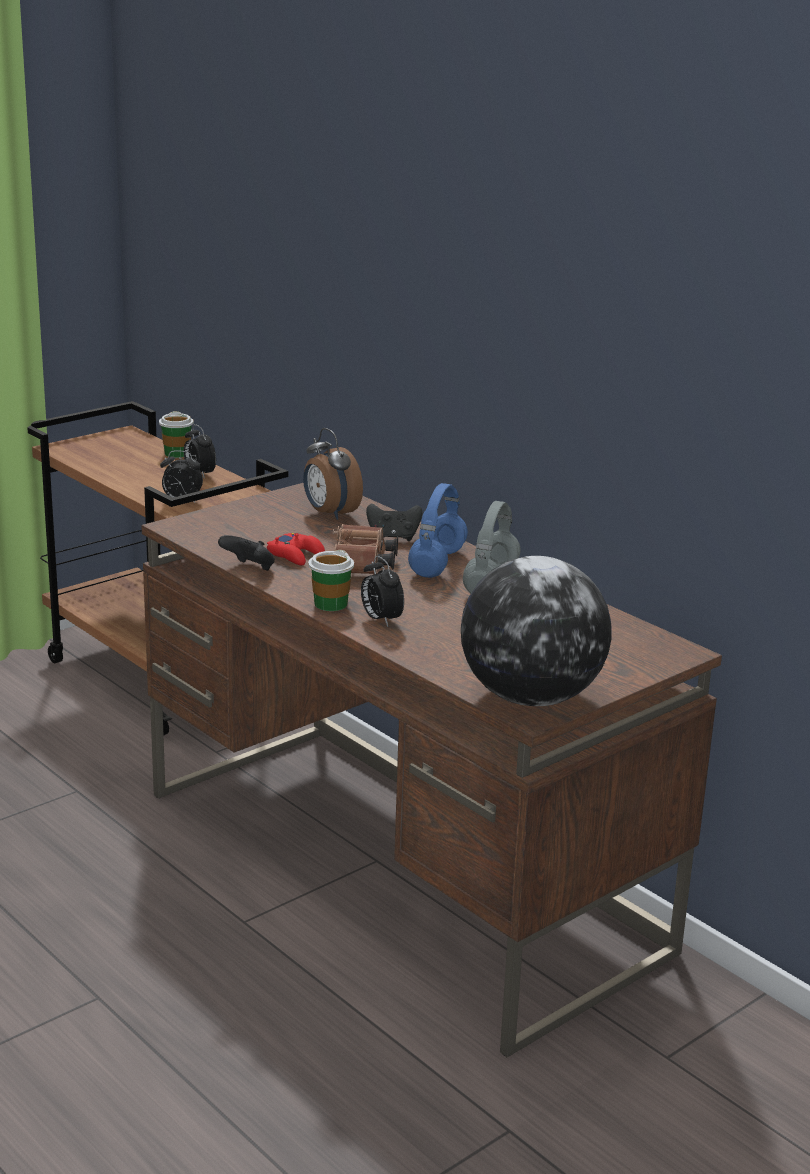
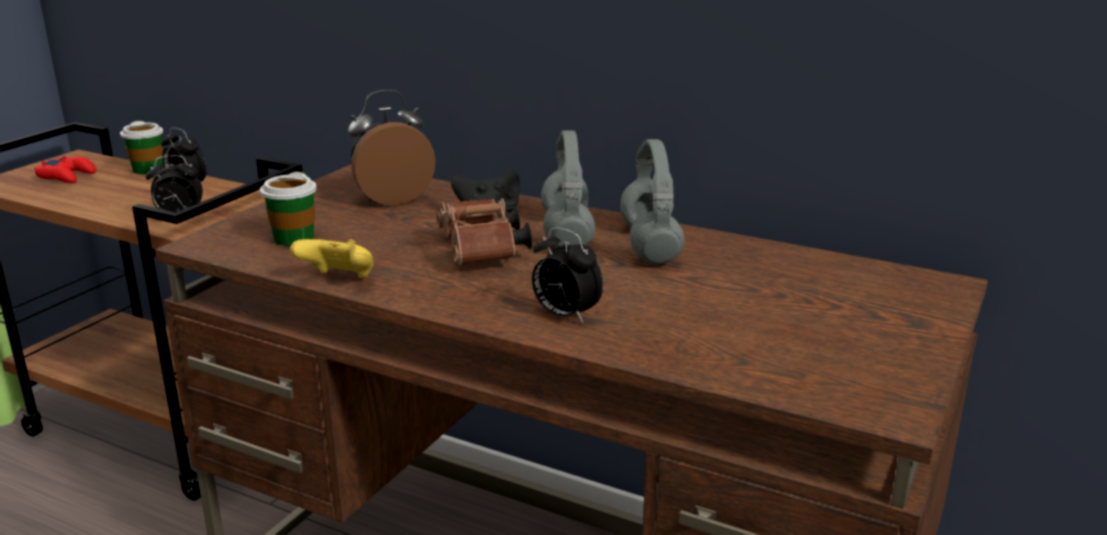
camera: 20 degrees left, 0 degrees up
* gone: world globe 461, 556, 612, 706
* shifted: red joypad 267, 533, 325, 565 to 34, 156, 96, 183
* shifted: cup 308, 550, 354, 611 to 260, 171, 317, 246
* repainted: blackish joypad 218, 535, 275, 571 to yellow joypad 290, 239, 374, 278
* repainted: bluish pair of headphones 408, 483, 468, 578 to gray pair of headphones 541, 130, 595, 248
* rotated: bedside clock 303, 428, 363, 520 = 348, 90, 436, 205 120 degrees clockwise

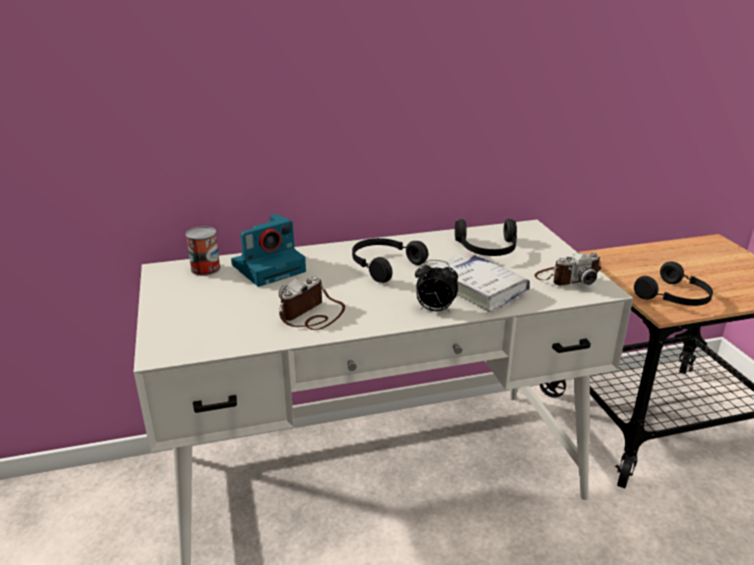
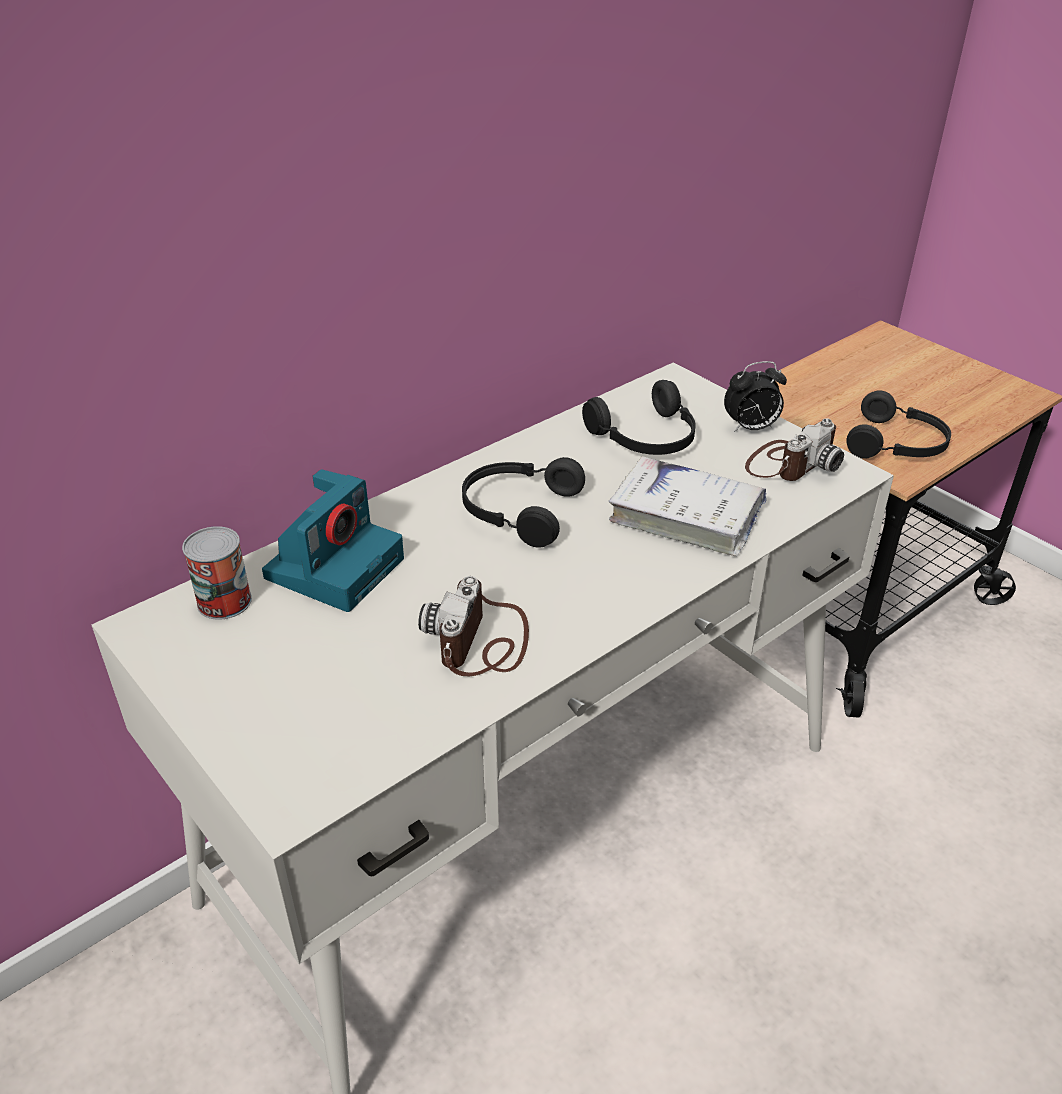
camera: 25 degrees left, 10 degrees up
* shifted: bedside clock 415, 260, 458, 313 to 724, 361, 787, 432

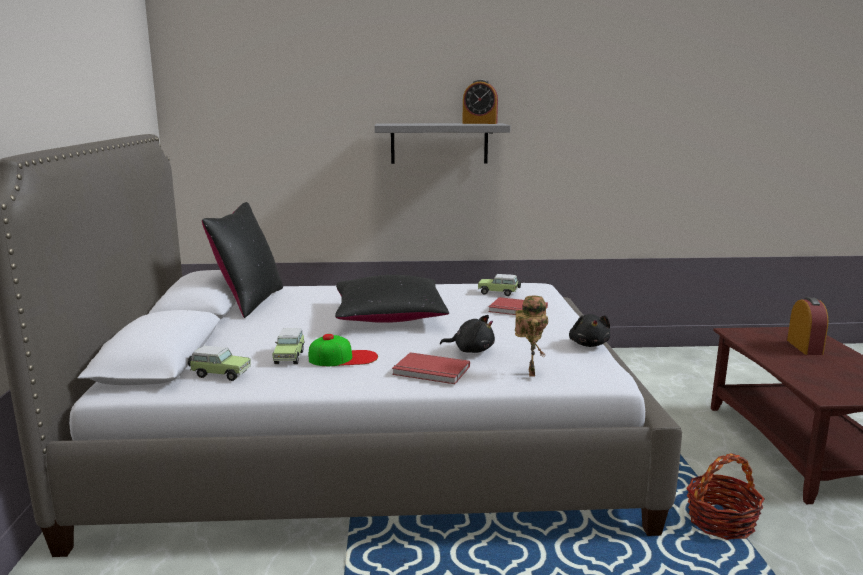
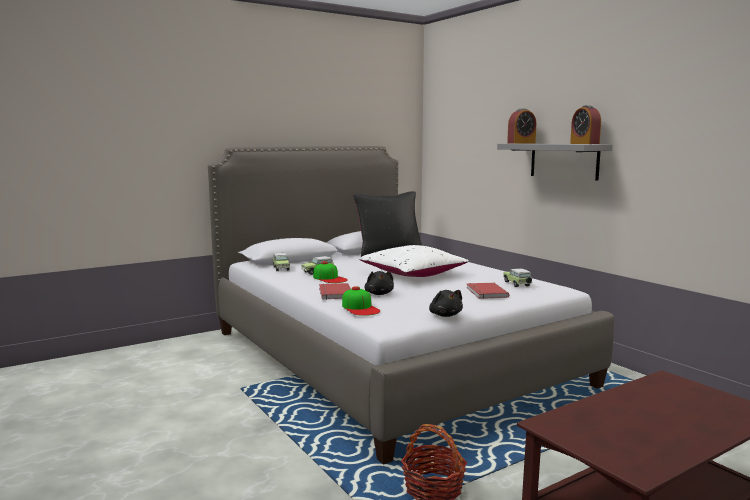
camera: 60 degrees right, 5 degrees down
* shifted: bedside clock 787, 297, 828, 355 to 507, 108, 536, 144
* swapped: toy robot 515, 296, 548, 377 to baseball cap 342, 286, 380, 316
* repainted: blackish throw pillow 335, 275, 449, 323 to white throw pillow 359, 245, 469, 277
* rotated: blackish soft toy 569, 314, 610, 347 = 429, 290, 463, 317 75 degrees counterclockwise

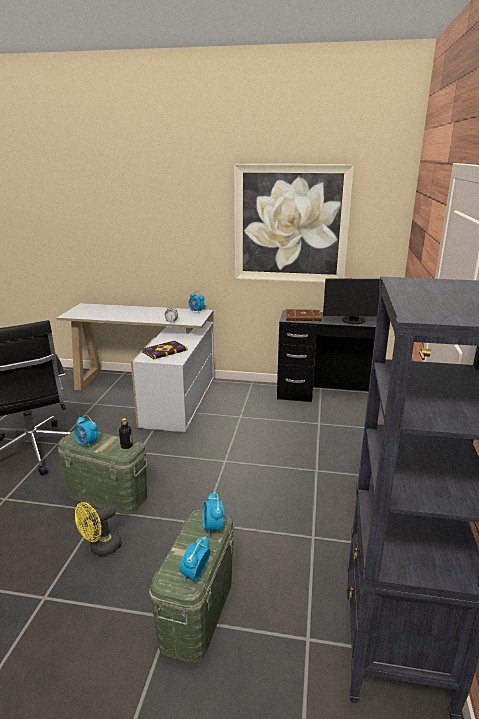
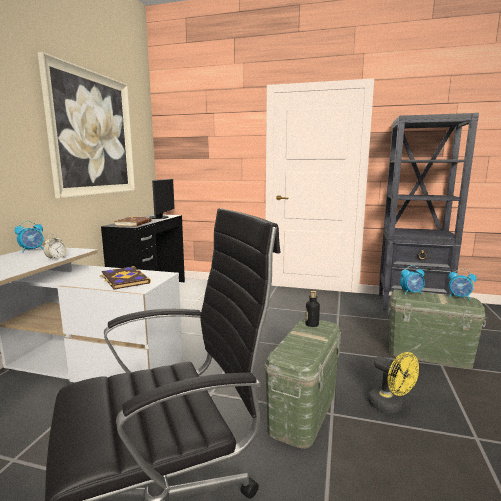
camera: 85 degrees left, 10 degrees down
* gone: bedside clock 74, 415, 98, 449

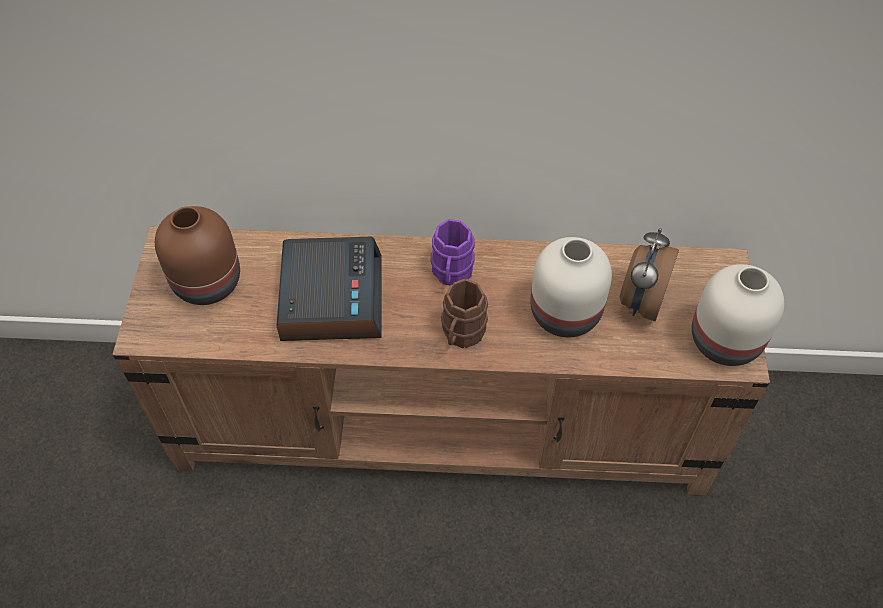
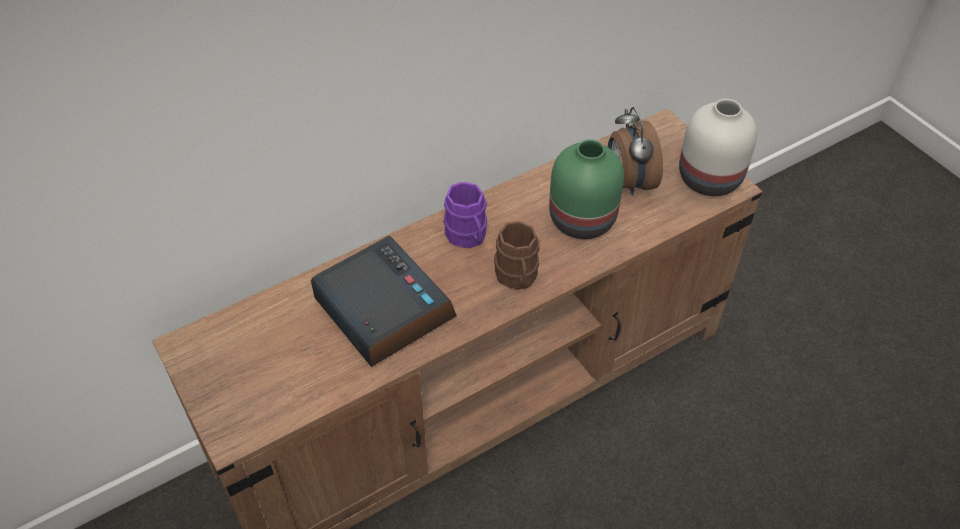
camera: 35 degrees left, 5 degrees down
* gone: brownish vase 155, 206, 240, 305
* repainted: white vase 530, 237, 612, 337 to greenish vase 549, 139, 624, 239

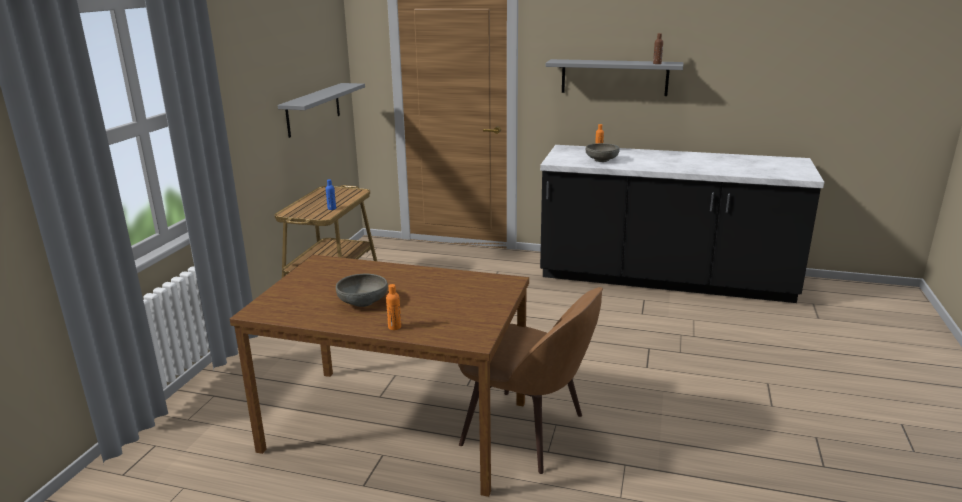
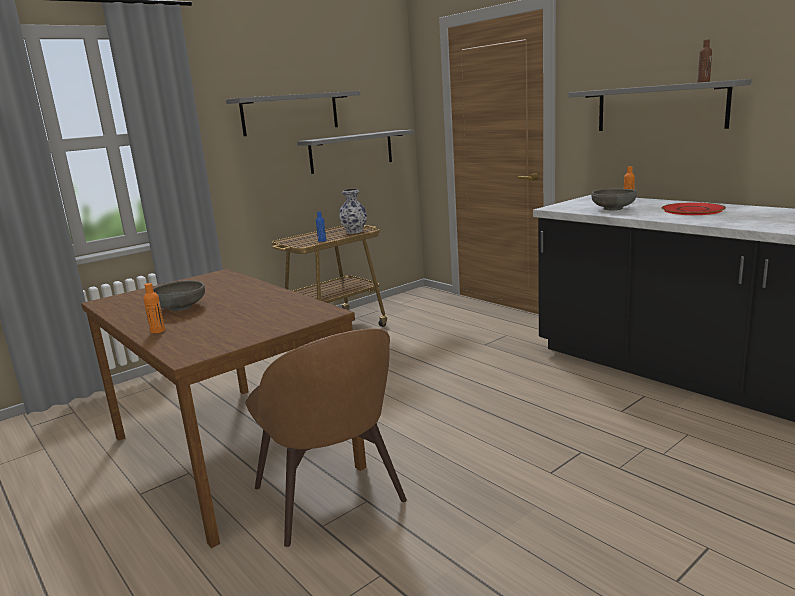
camera: 35 degrees right, 5 degrees down
* new: gray wall shelf 226, 91, 361, 136
* new: vase 339, 189, 367, 234
* new: red flat dish 662, 202, 726, 215

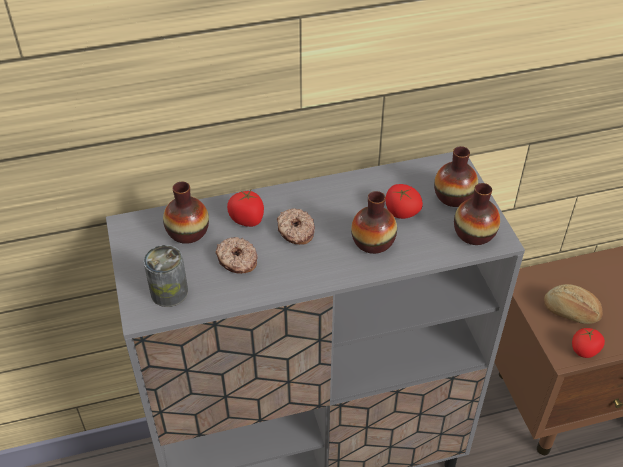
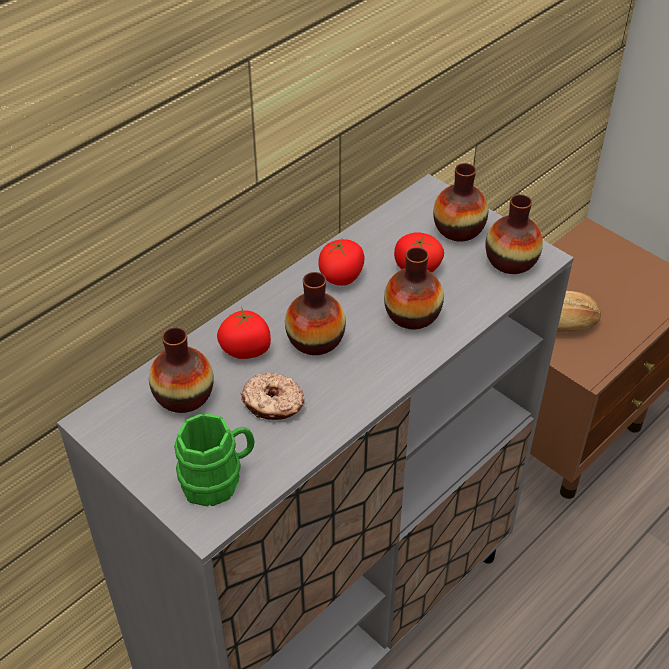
camera: 30 degrees left, 0 degrees up
* shifted: tomato 572, 328, 605, 358 to 318, 239, 364, 286
* swapped: metal can 144, 245, 188, 307 to greenish mug 174, 413, 254, 506
* swapped: donut 277, 208, 315, 245 to vase 285, 272, 346, 355

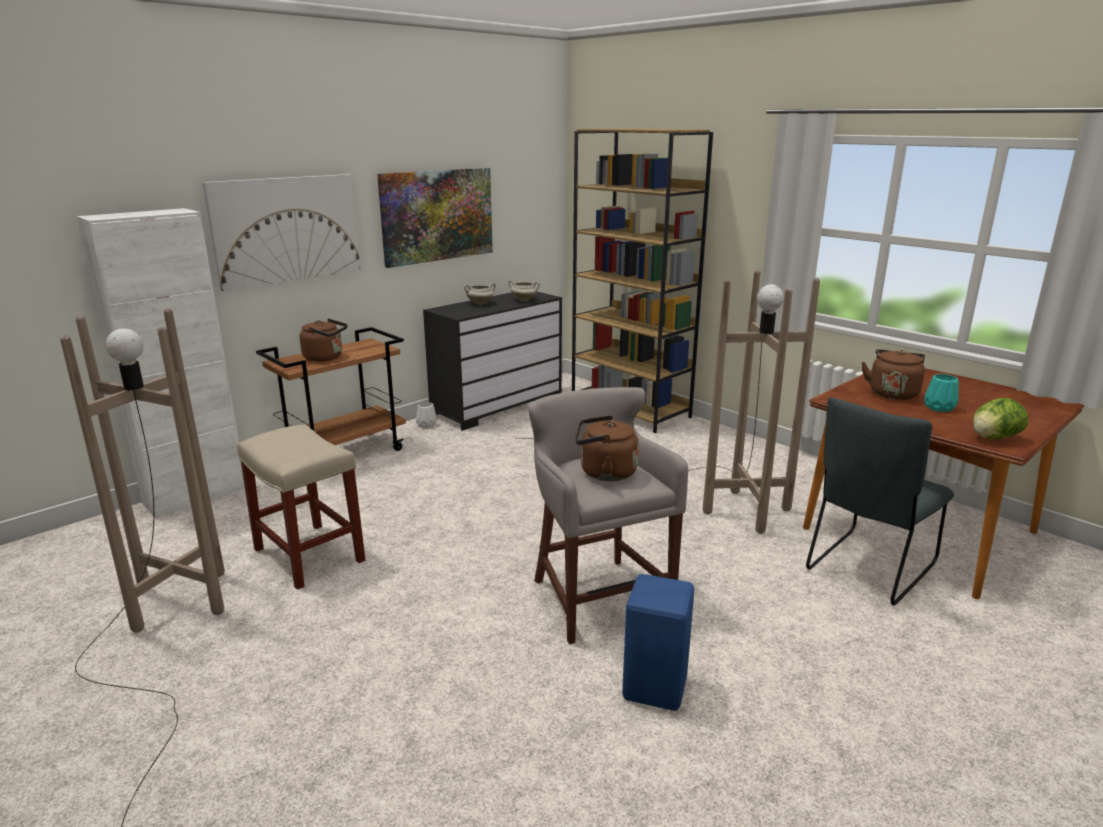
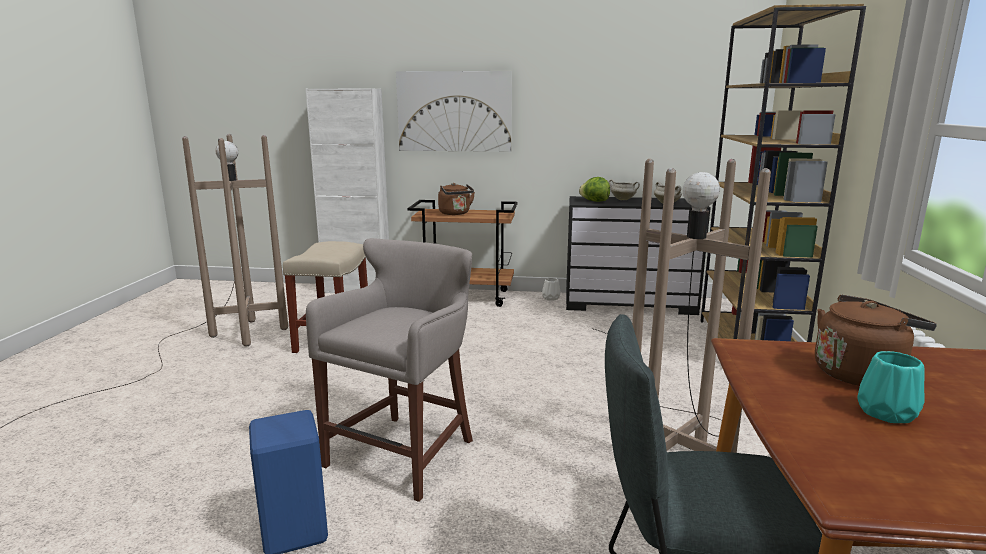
camera: 50 degrees right, 5 degrees down
* gone: picture 377, 168, 493, 268
* gone: brownish water kettle 575, 415, 639, 481
* shifted: lettuce 973, 398, 1028, 439 to 579, 177, 610, 202

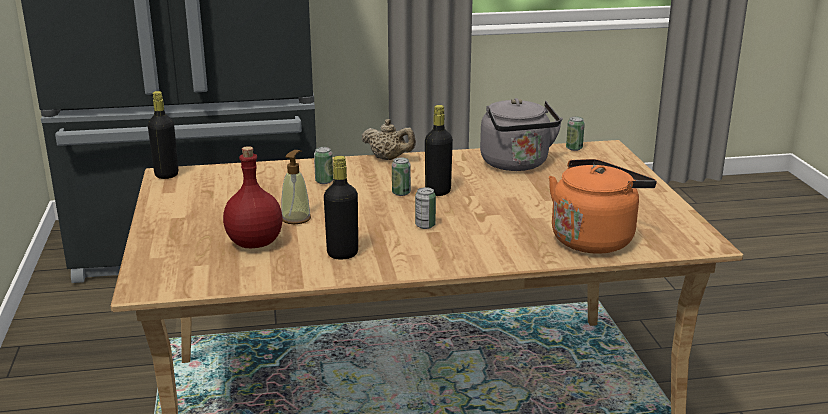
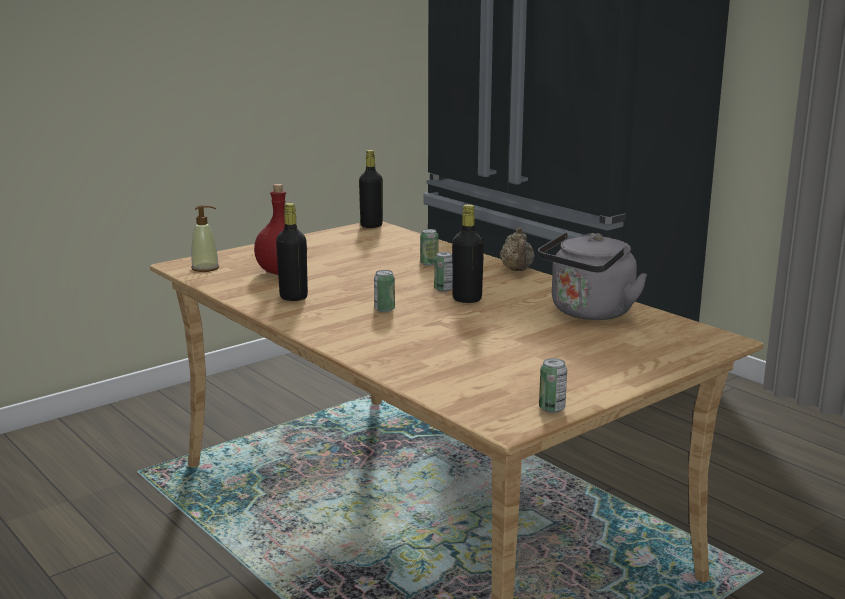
camera: 60 degrees right, 5 degrees down
* gone: orange water kettle 549, 159, 657, 254
* shifted: soap bottle 281, 150, 311, 224 to 191, 205, 219, 272
* shifted: metal can 566, 117, 585, 151 to 539, 358, 567, 413

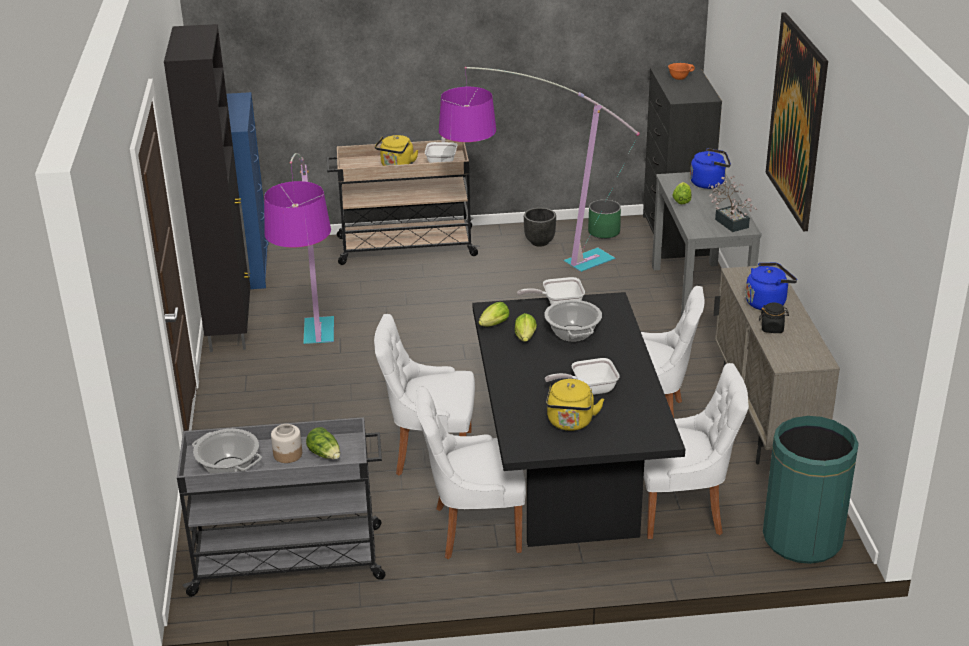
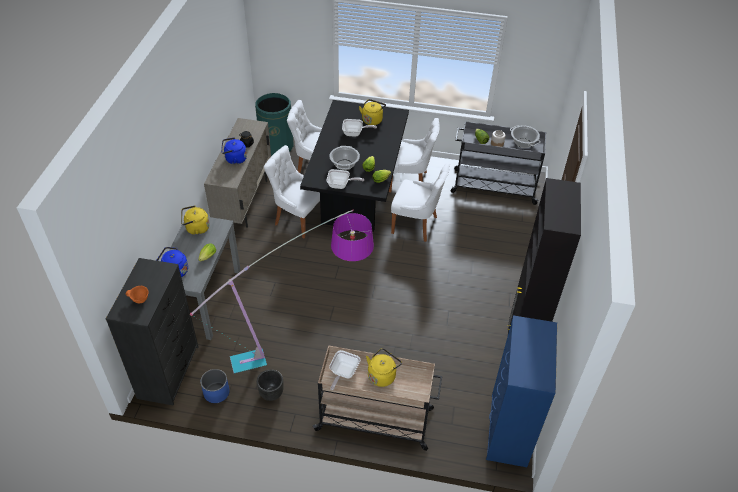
camera: 165 degrees left, 15 degrees up
* gone: standard lamp 264, 153, 334, 344
* gone: picture 766, 12, 828, 231
* swapped: houseplant 708, 176, 757, 232 to yellow water kettle 181, 205, 210, 235
* repainted: greenish flower pot 588, 200, 621, 239 to bluish flower pot 201, 369, 230, 403

